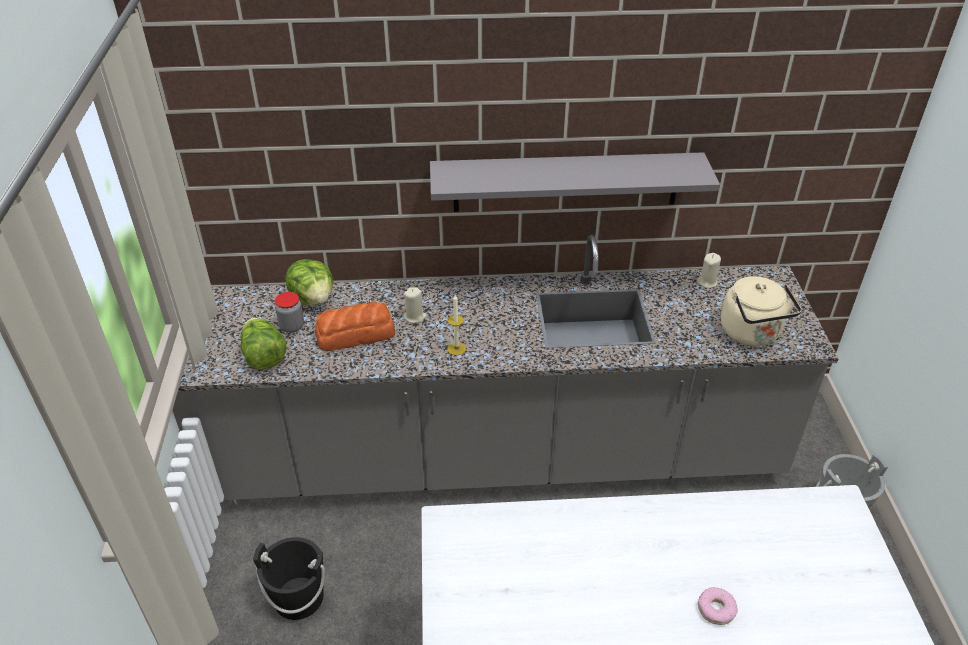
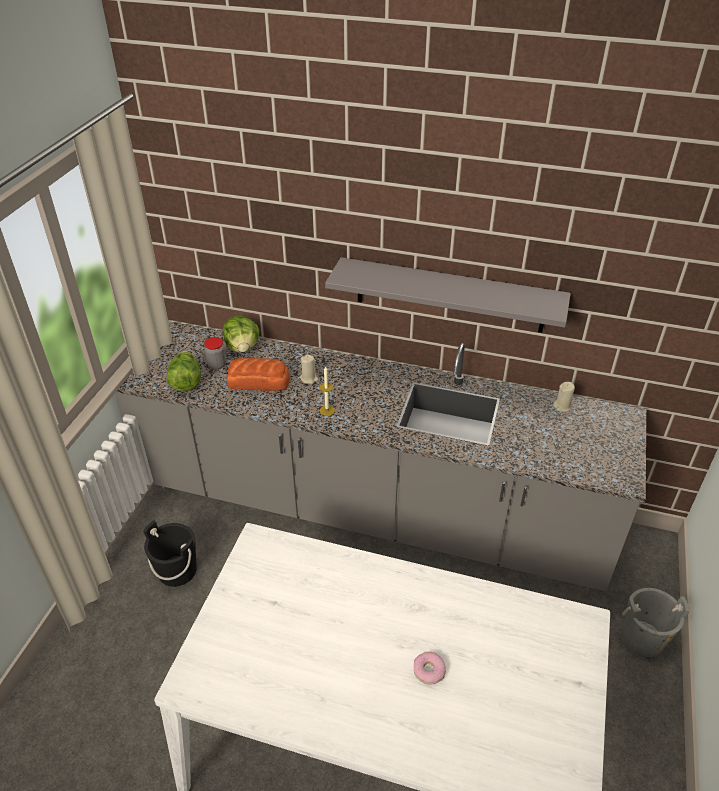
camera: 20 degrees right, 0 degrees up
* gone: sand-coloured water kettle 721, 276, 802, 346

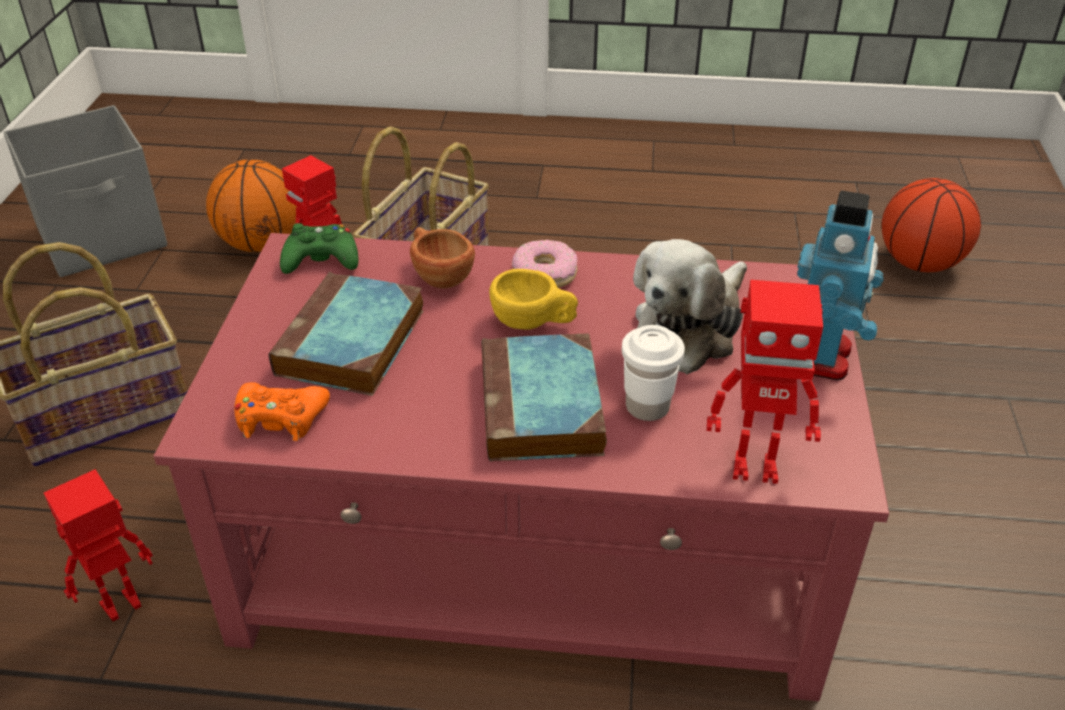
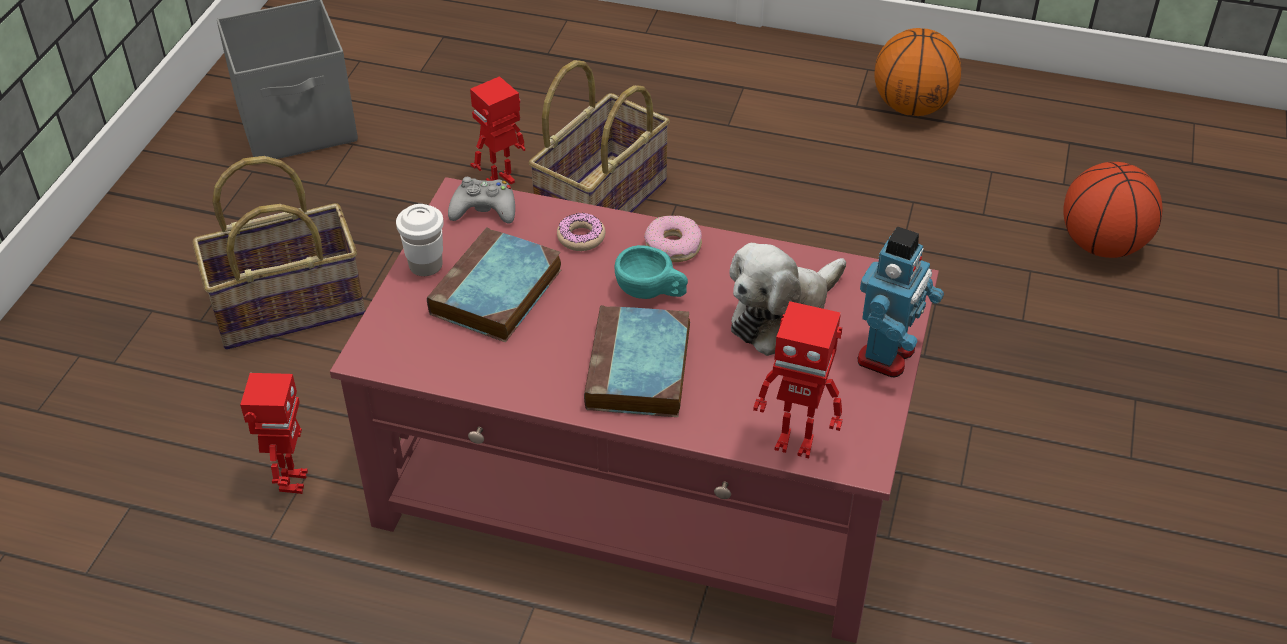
camera: 10 degrees right, 5 degrees up
* gone: orange joypad 234, 382, 330, 441
* shifted: basketball 206, 160, 297, 252 to 874, 28, 961, 116
* shifted: white cup 622, 325, 685, 421 to 396, 204, 444, 276
* swapped: brownish cup 410, 227, 475, 288 to donut 557, 213, 605, 251
* repainted: greenish joypad 280, 223, 359, 274 to gray joypad 448, 177, 515, 224
* repainted: yellow cup 489, 269, 578, 329 to turquoise-coloured cup 615, 245, 688, 299
* rotated: toy robot 44, 469, 153, 621 = 240, 373, 308, 494 120 degrees clockwise

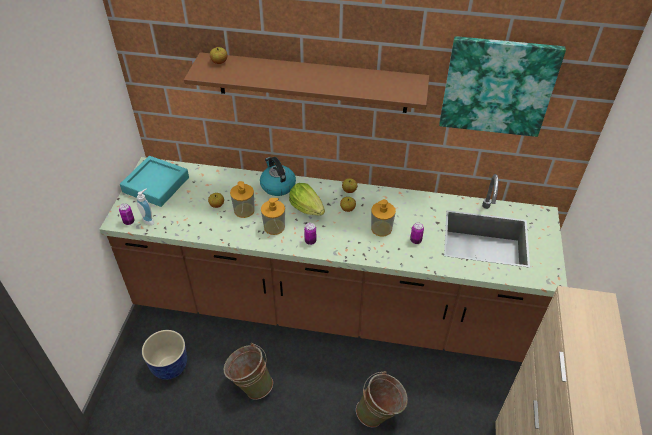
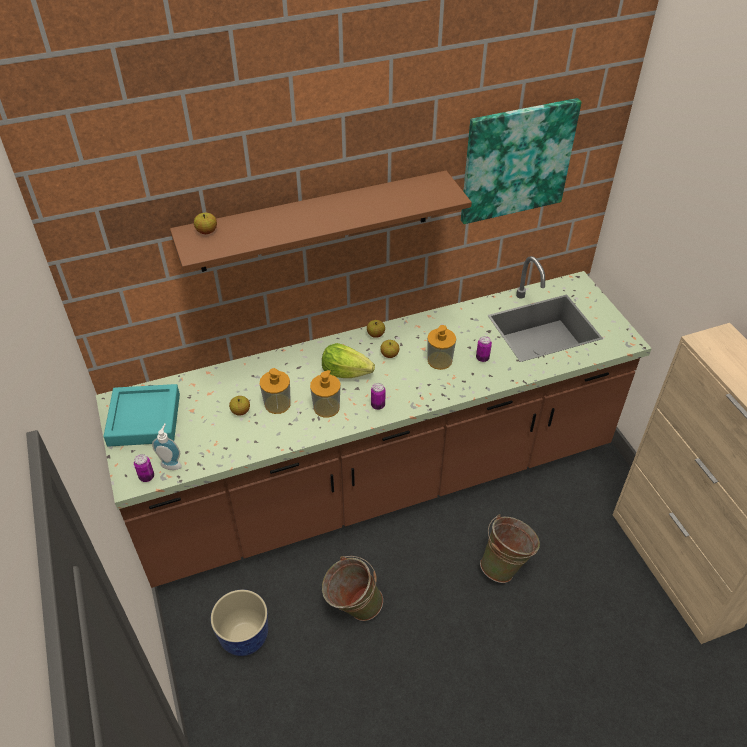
camera: 30 degrees left, 0 degrees up
* gone: water kettle 260, 157, 296, 196

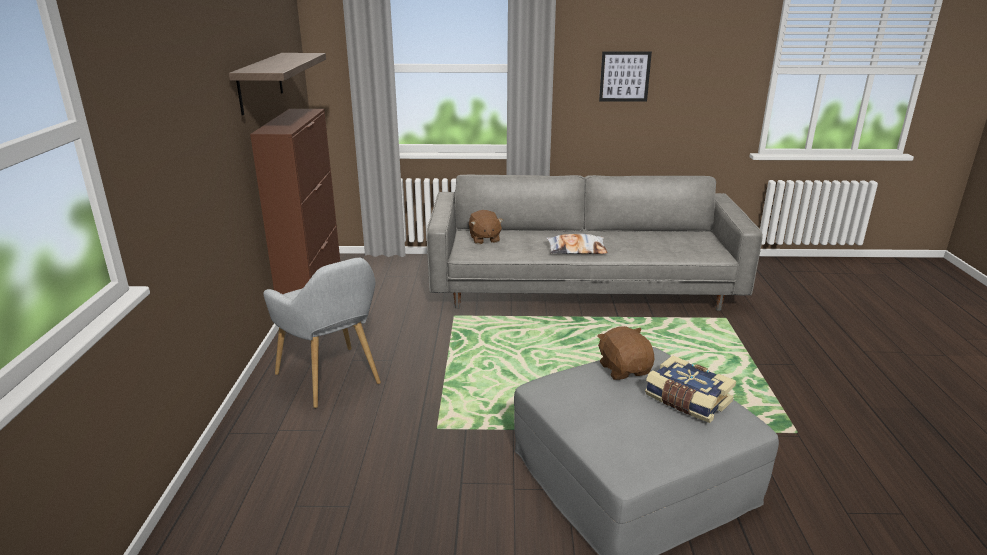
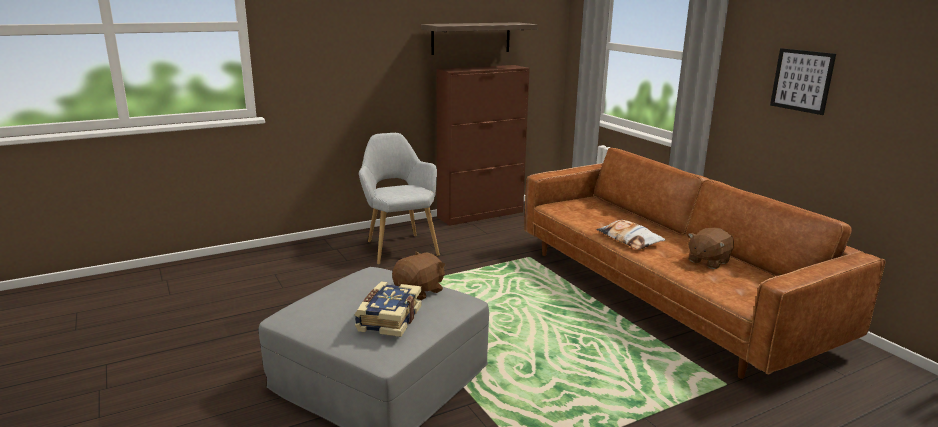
camera: 60 degrees right, 5 degrees down
* shifted: brownish soft toy 469, 210, 503, 244 to 688, 228, 734, 269
* repainted: gray sofa 427, 175, 763, 311 to brownish sofa 524, 148, 885, 379
* rotated: gray armchair 263, 258, 381, 408 = 359, 133, 440, 265 135 degrees clockwise

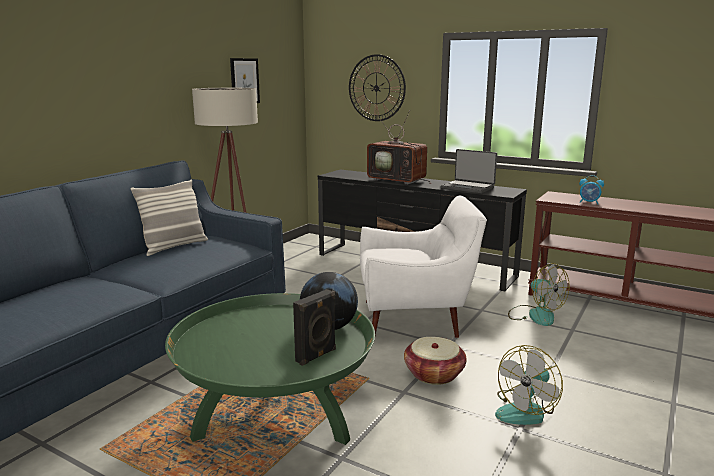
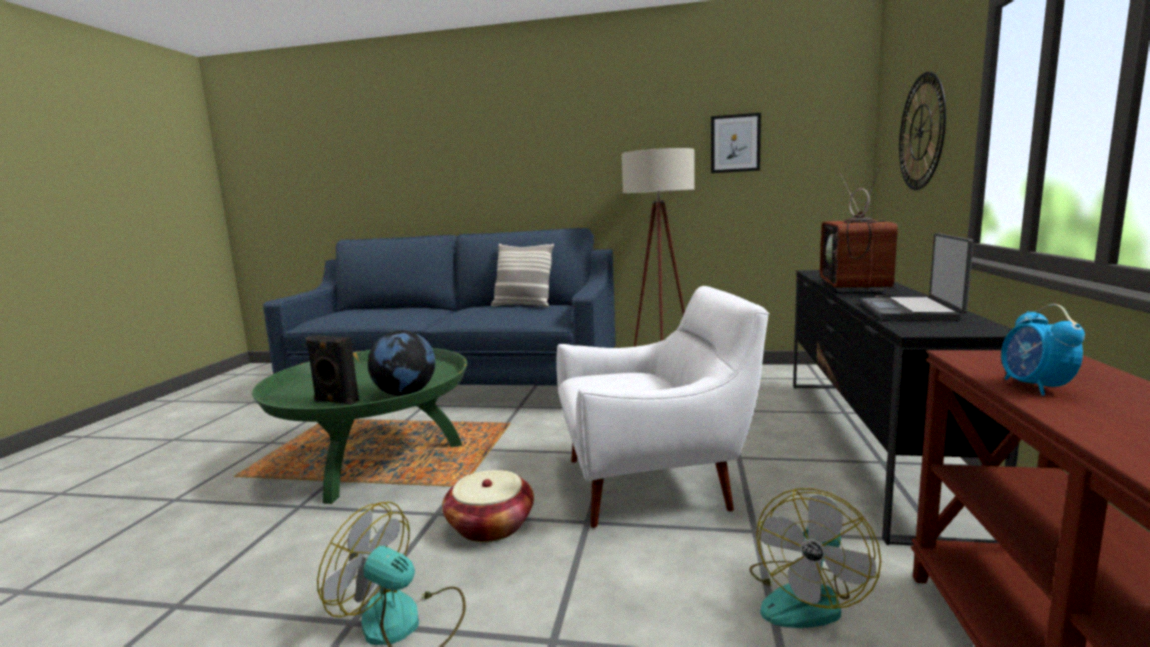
camera: 70 degrees right, 5 degrees down
* rotated: white armchair 360, 196, 487, 338 = 556, 286, 769, 528 75 degrees counterclockwise

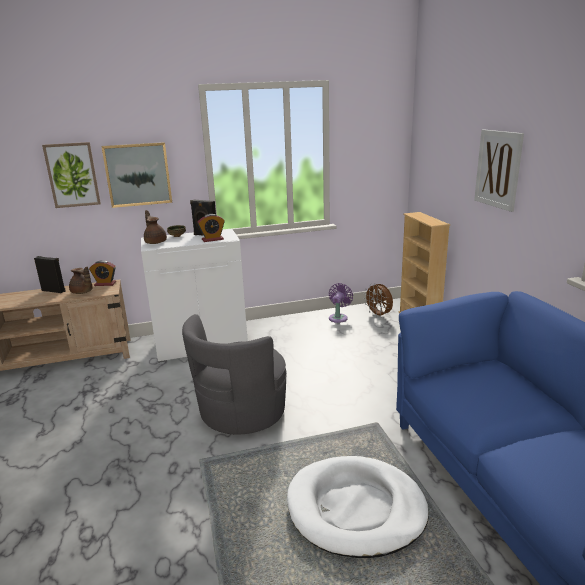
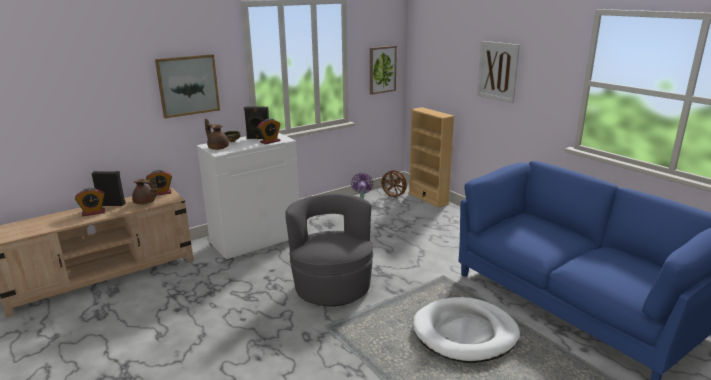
camera: 20 degrees left, 0 degrees up
* new: bedside clock 75, 188, 105, 216
* shifted: picture 42, 142, 101, 208 to 370, 46, 397, 95
* rotated: gray armchair 182, 314, 287, 435 = 285, 194, 373, 306 150 degrees clockwise

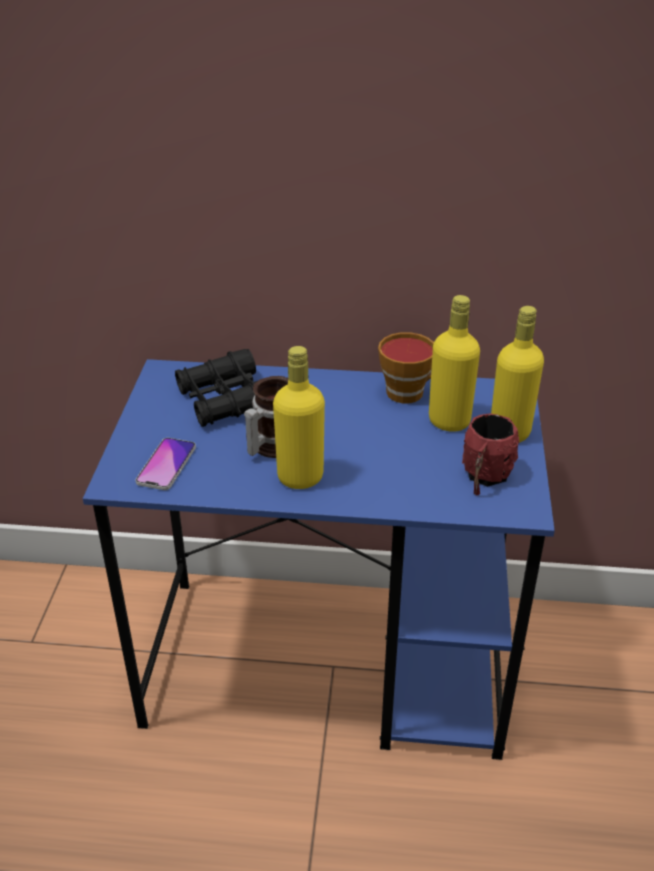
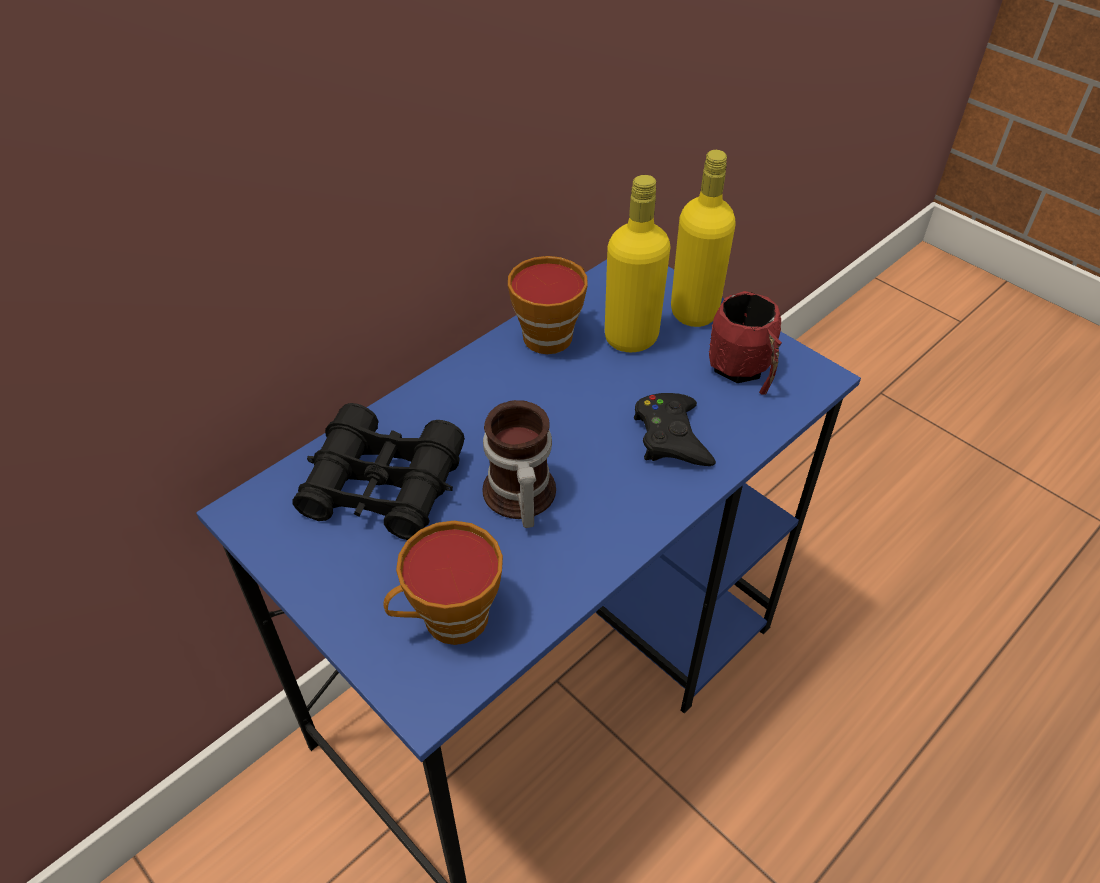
camera: 50 degrees left, 10 degrees up
* gone: yellow bottle 273, 346, 325, 489
* new: blackish joypad 634, 393, 716, 466
* swapped: phone 135, 438, 196, 490 to cup 383, 521, 503, 645

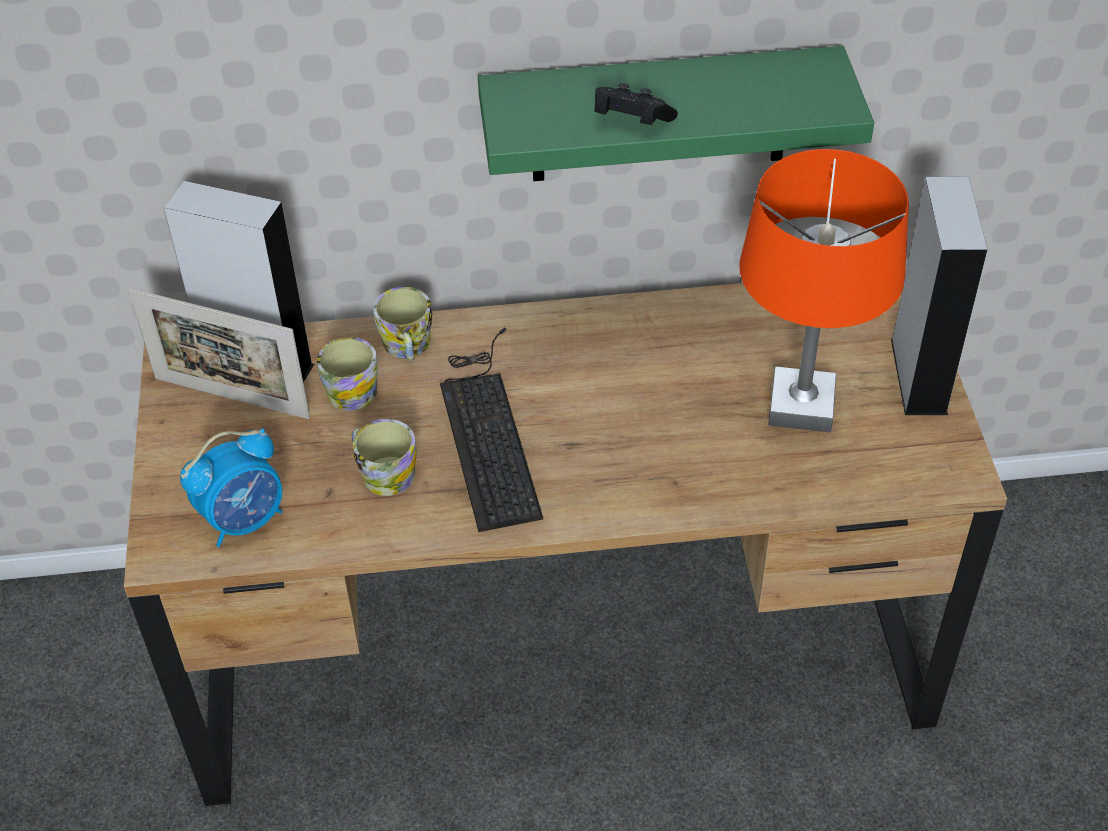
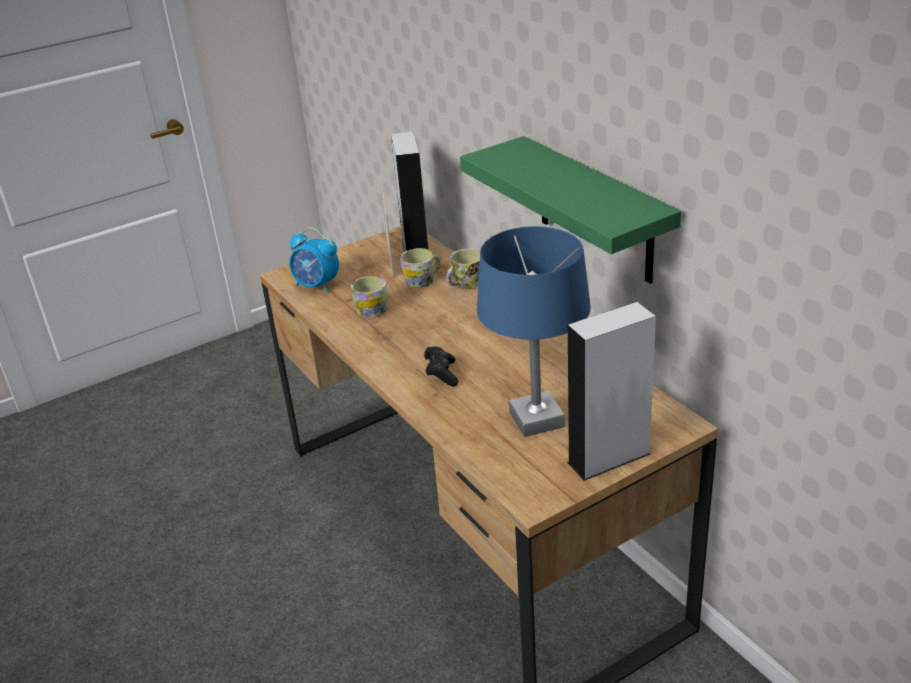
camera: 65 degrees right, 15 degrees down
* gone: keyboard 440, 328, 543, 532
* shifted: blackish joypad 594, 83, 678, 125 to 424, 346, 458, 386
* repainted: orange lamp for a table 740, 149, 909, 432 to bluish lamp for a table 477, 226, 591, 437

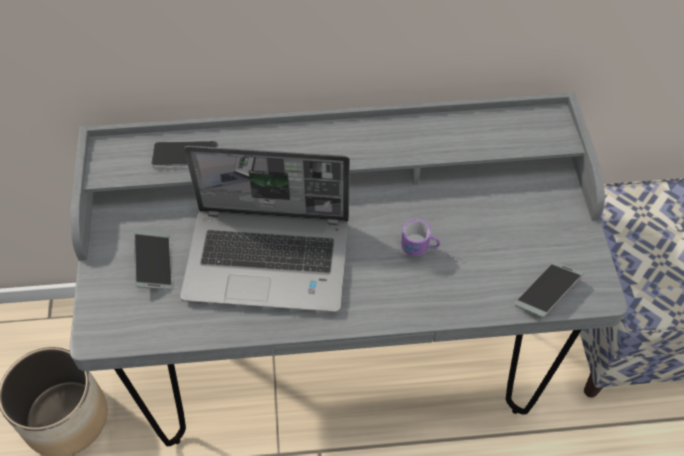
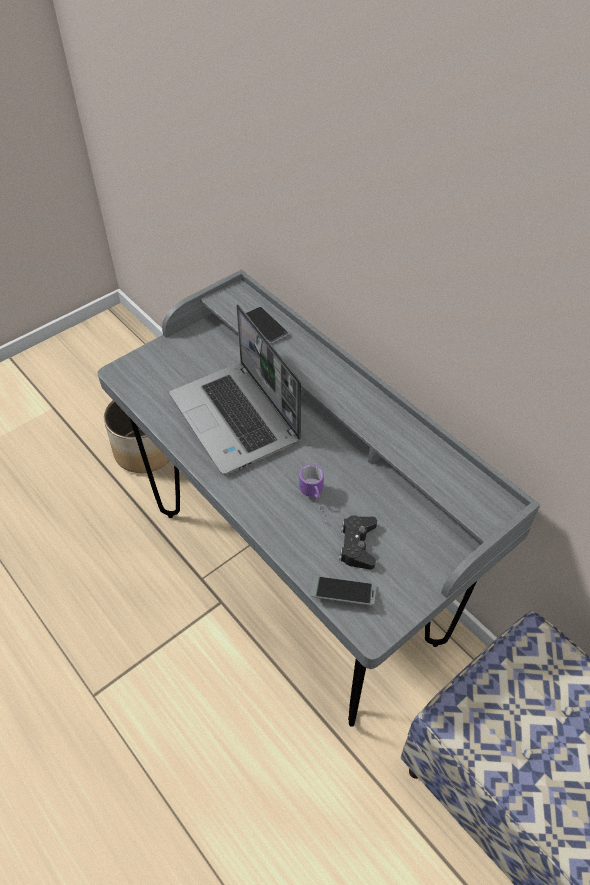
camera: 55 degrees right, 5 degrees down
* gone: phone 134, 230, 172, 290
* new: blackish joypad 339, 516, 377, 570

